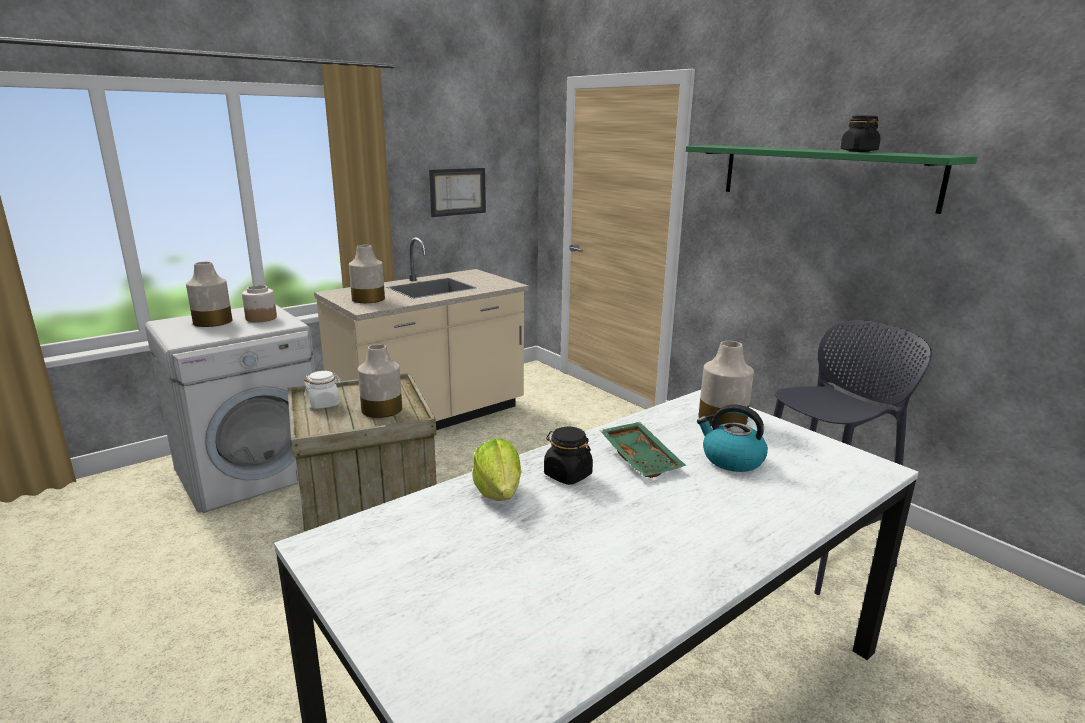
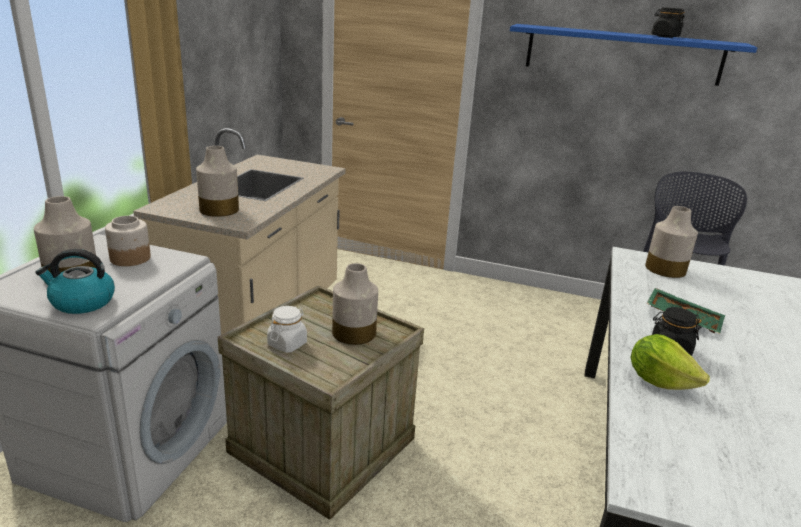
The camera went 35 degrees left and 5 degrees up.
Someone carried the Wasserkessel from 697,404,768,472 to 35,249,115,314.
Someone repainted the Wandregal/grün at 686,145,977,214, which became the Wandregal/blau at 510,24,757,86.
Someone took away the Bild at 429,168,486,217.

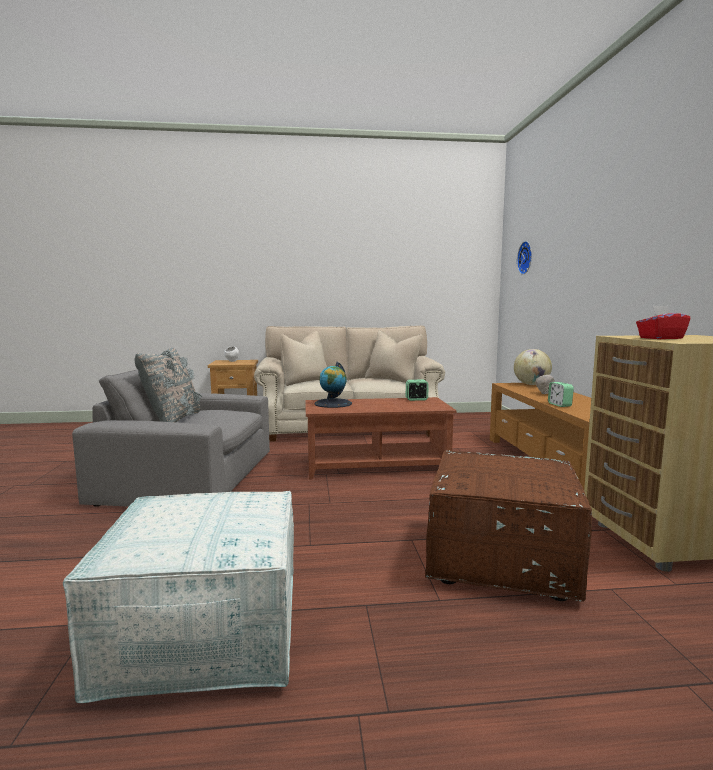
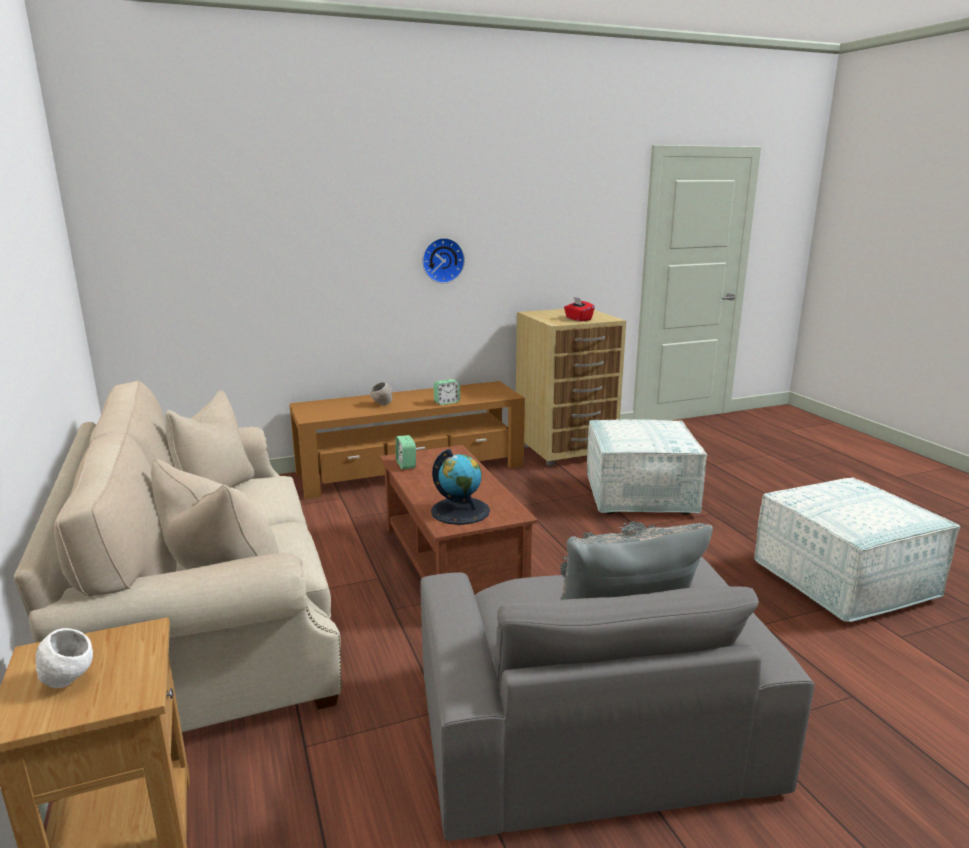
The camera went 105 degrees left and 10 degrees up.
Someone carried the Wanduhr from 517,241,532,275 to 422,238,465,283.
Someone repainted the Polsterhocker/braun at 425,450,592,602, which became the Polsterhocker/weiß at 587,419,707,514.
Someone took away the Globus at 514,349,552,385.

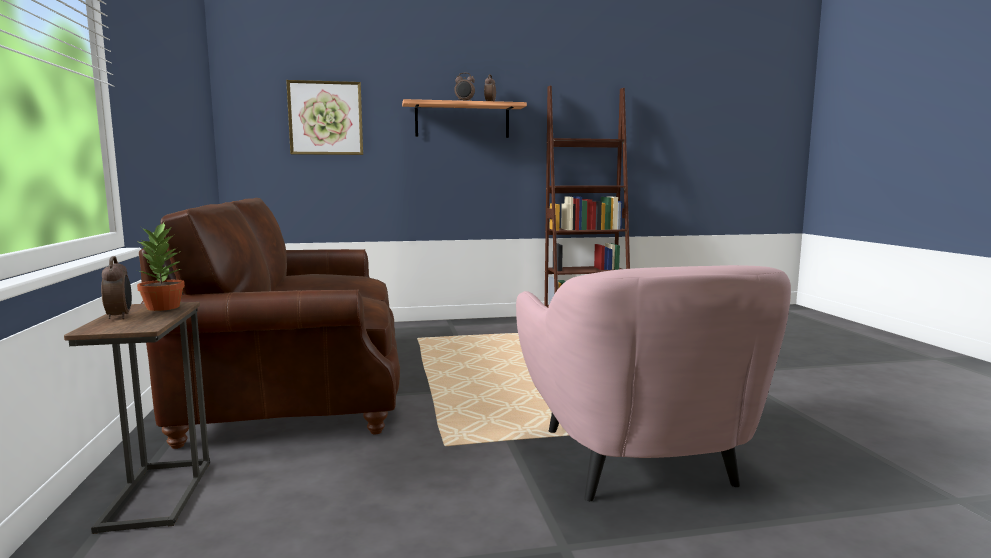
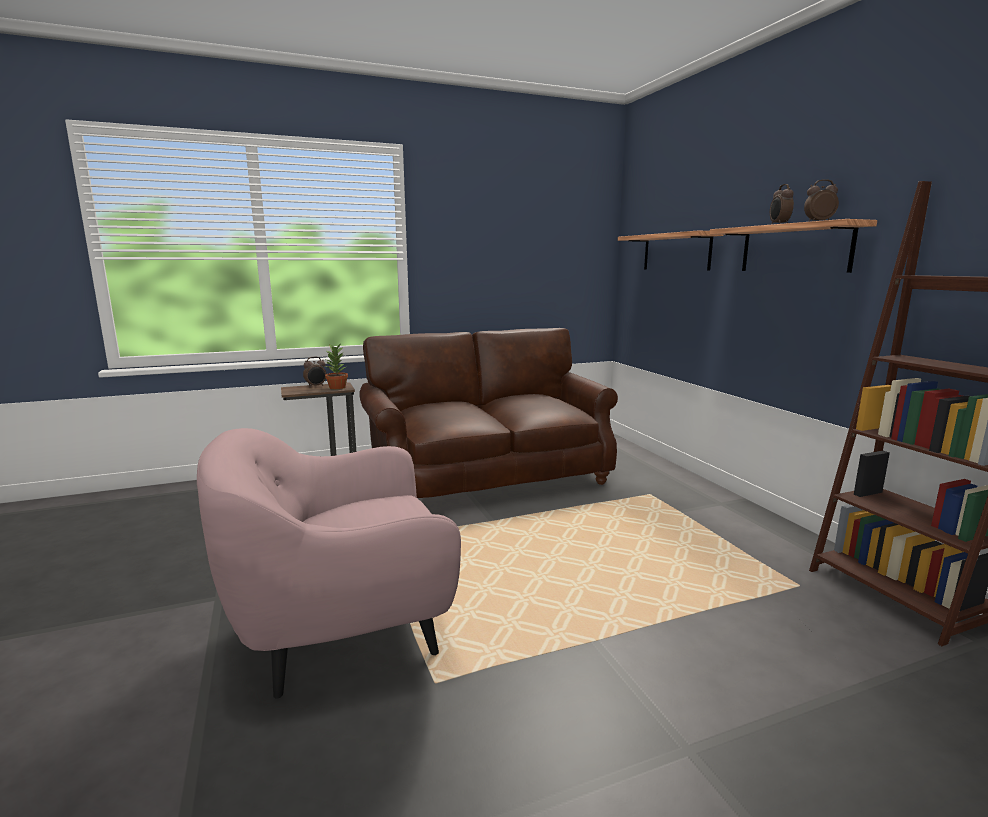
The camera went 80 degrees right and 5 degrees up.
Someone swapped the Bild at 286,80,363,155 for the Wandregal at 618,231,723,271.

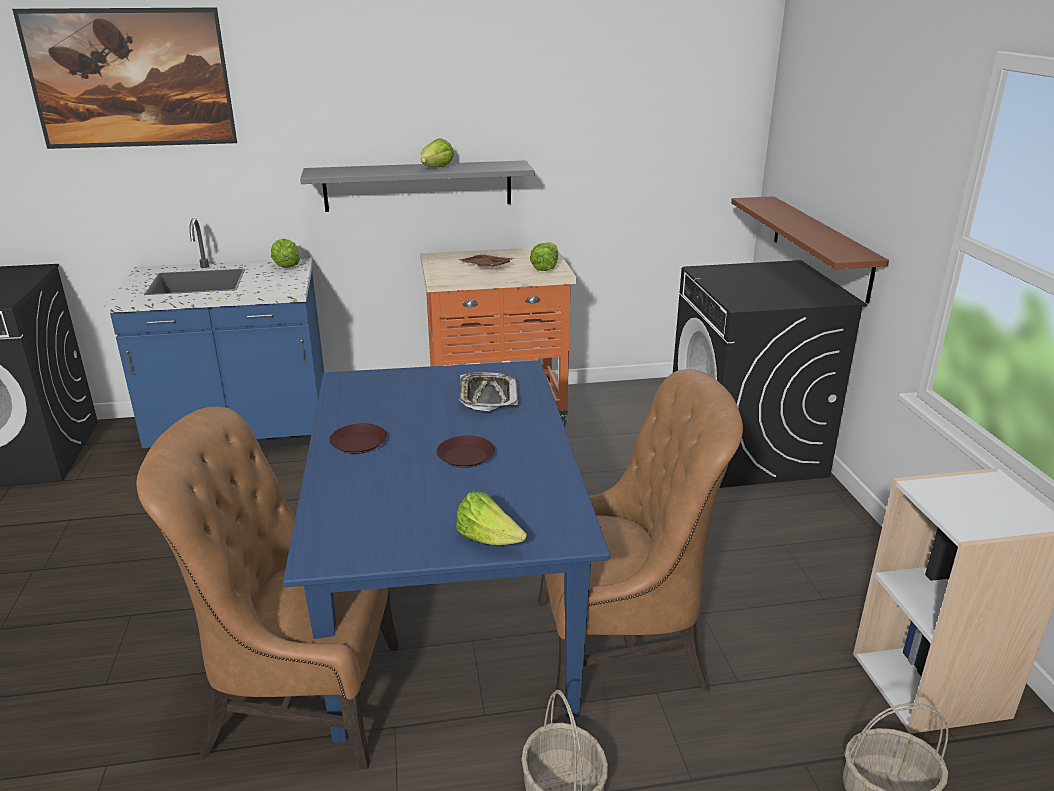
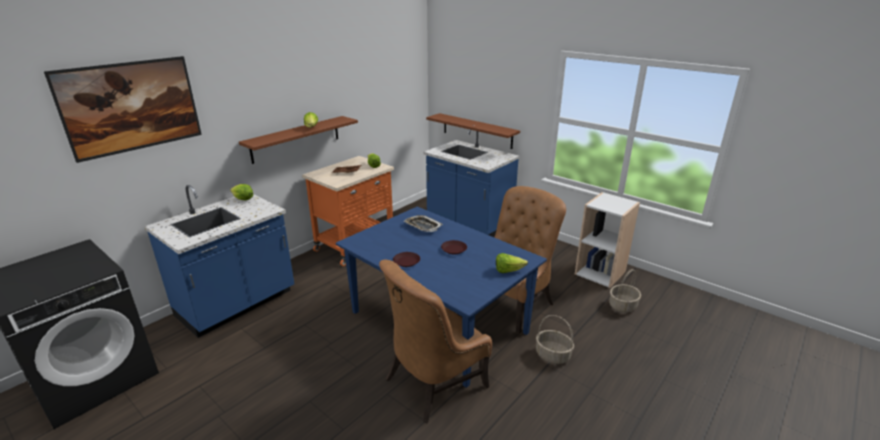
The camera went 40 degrees left and 0 degrees up.
Someone repainted the Wandregal/grau at 300,160,534,212, which became the Wandregal/braun at 239,116,358,164.
Someone swapped the Waschmaschine/schwarz at 673,260,867,488 for the Küchenzeile/blau at 423,125,519,237.

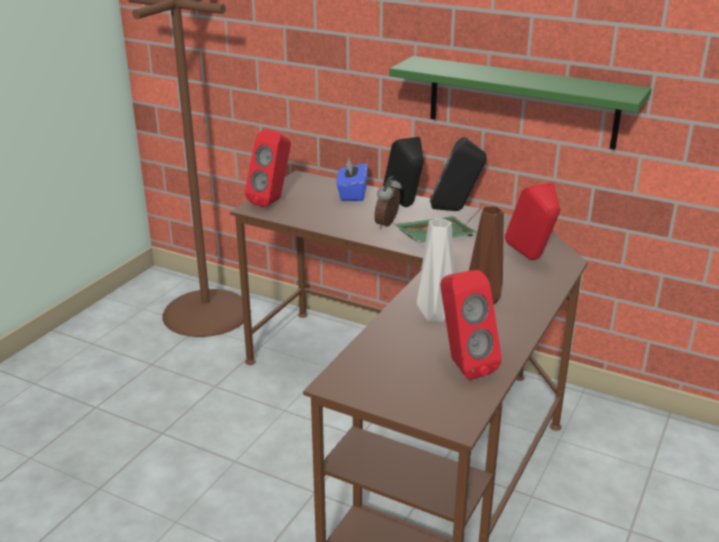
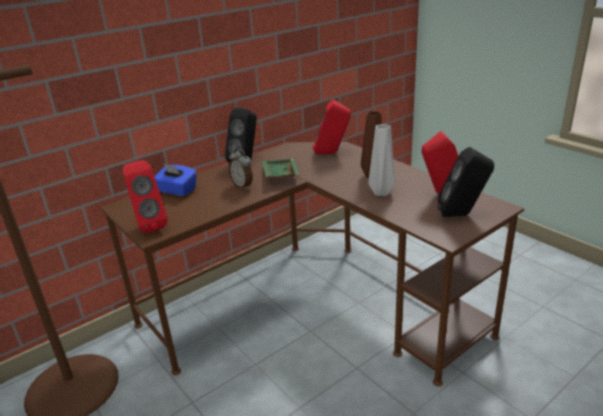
The camera went 65 degrees left and 0 degrees up.
Someone carried the Lautsprecher/schwarz from 383,137,424,207 to 437,147,494,217.
Someone took away the Wandregal/grün at 389,56,652,149.

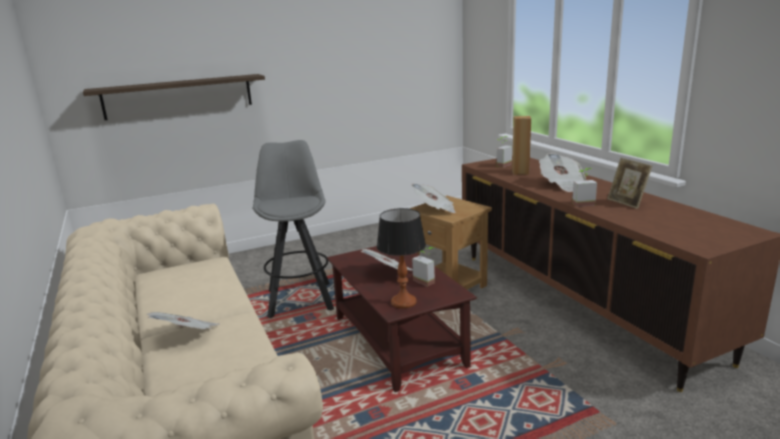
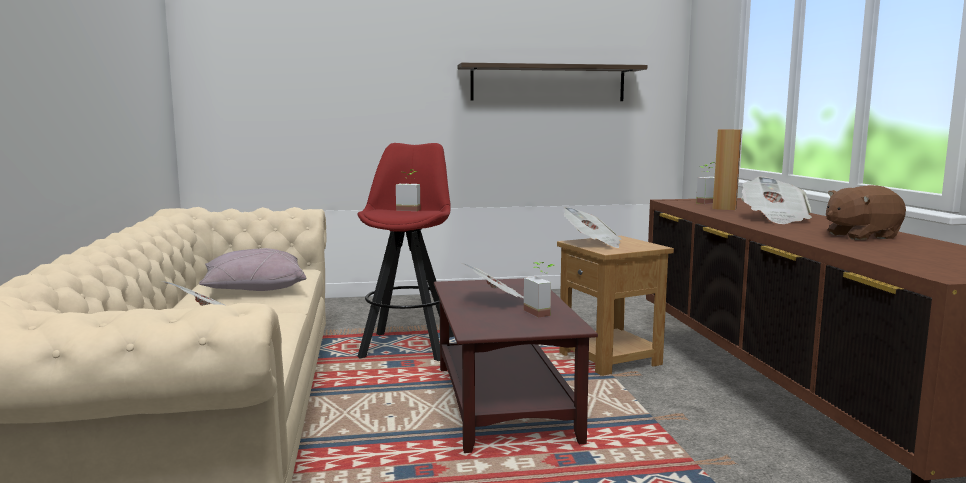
The camera went 15 degrees right and 10 degrees down.
Someone put down the Kissen/lila at 199,248,306,291.
Someone repainted the Hocker/grau at 253,140,334,318, which became the Hocker/rot at 357,143,454,361.
Someone carried the Topfpflanze from 572,168,597,207 to 396,169,420,211.
Someone carried the Wandregal from 83,74,265,120 to 458,63,647,101.
Someone swapped the Bilderrahmen at 607,158,652,209 for the Plüschtier/braun at 826,185,906,240.
Someone took away the Tischlampe at 377,208,426,309.

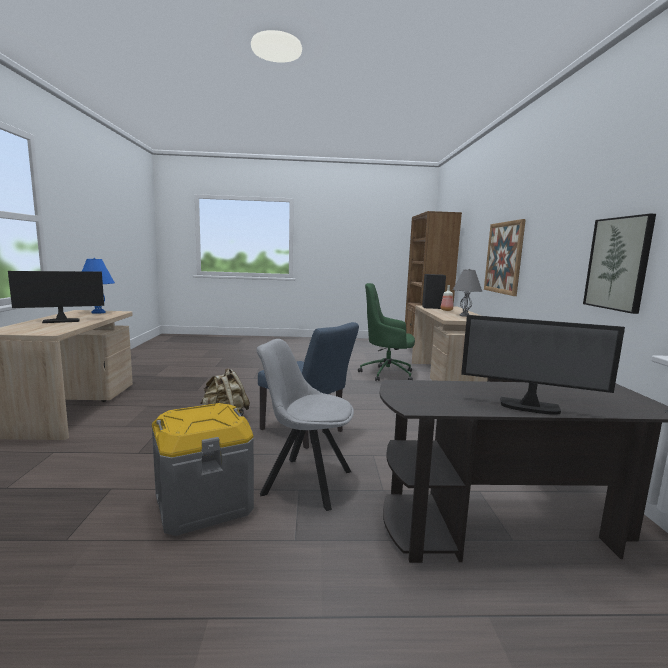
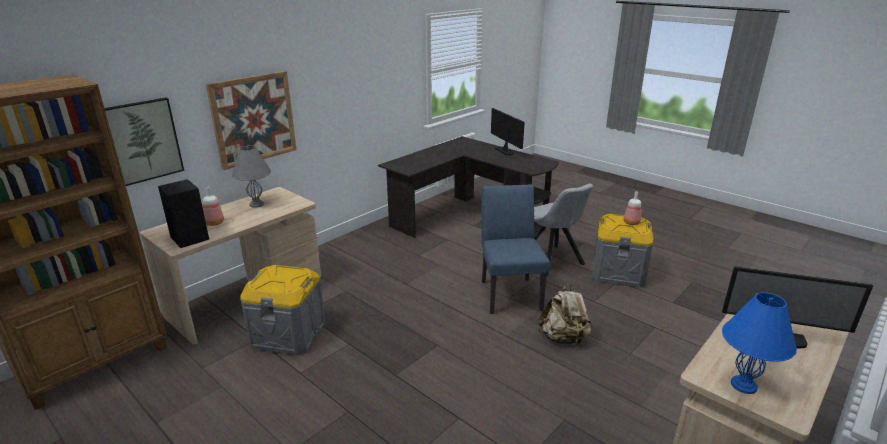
The camera went 135 degrees left and 15 degrees up.
Someone carried the Bild from 583,214,656,314 to 104,98,184,186.
Someone swapped the Bürostuhl/grün at 358,283,415,381 for the Aufbewahrungsbox/grau at 240,265,325,355.
Someone put down the Flasche at 623,191,641,225.

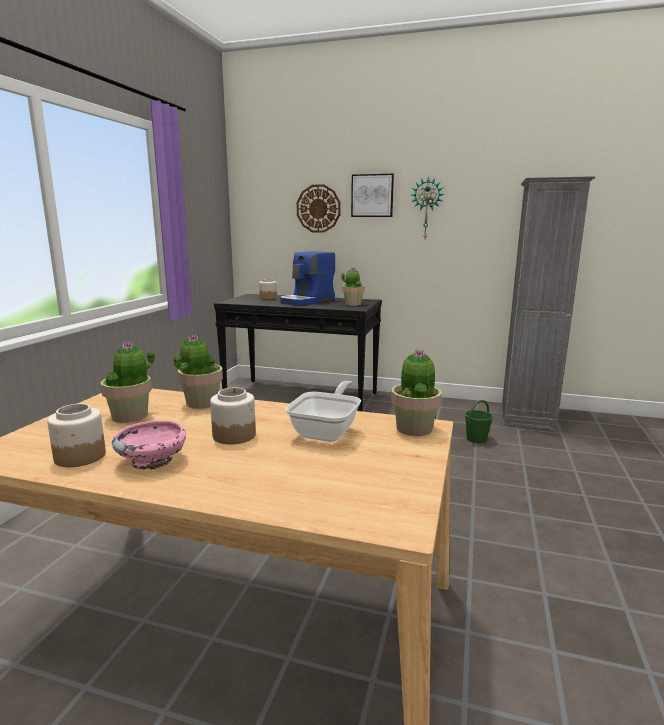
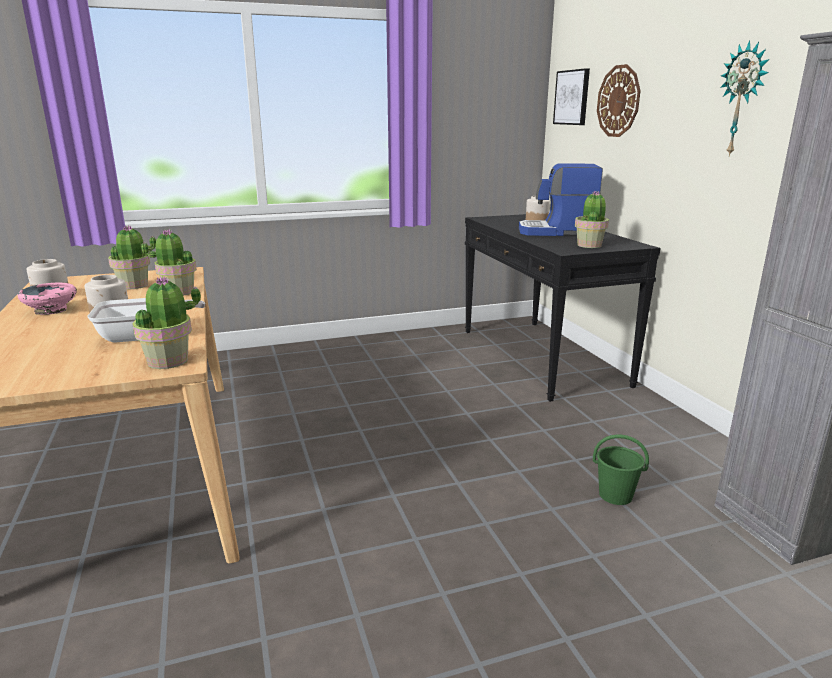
The camera went 55 degrees right and 5 degrees up.
Someone carried the Bild from 351,174,394,217 to 553,68,590,125.

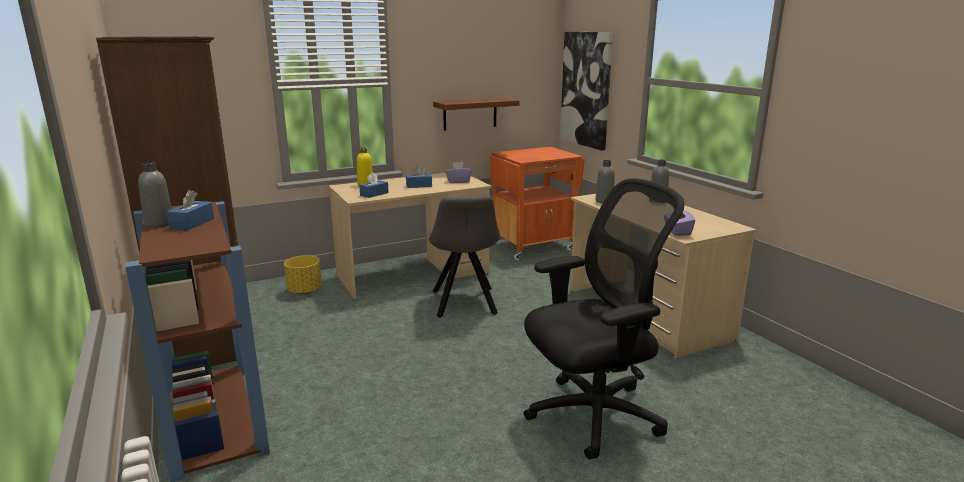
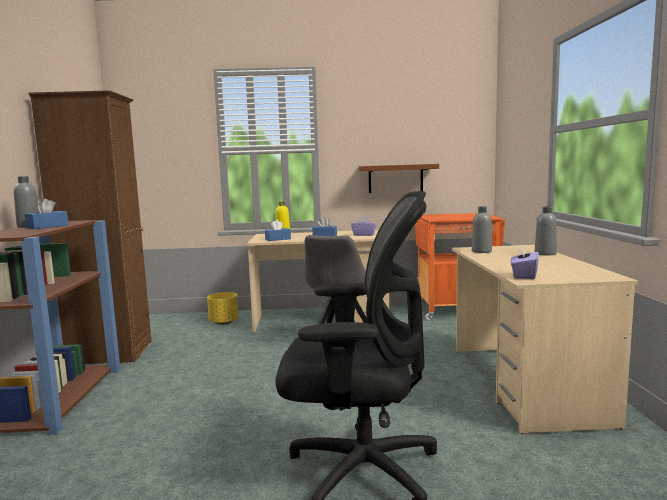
The camera went 25 degrees right and 10 degrees down.
Someone took away the Bild at 560,32,613,150.

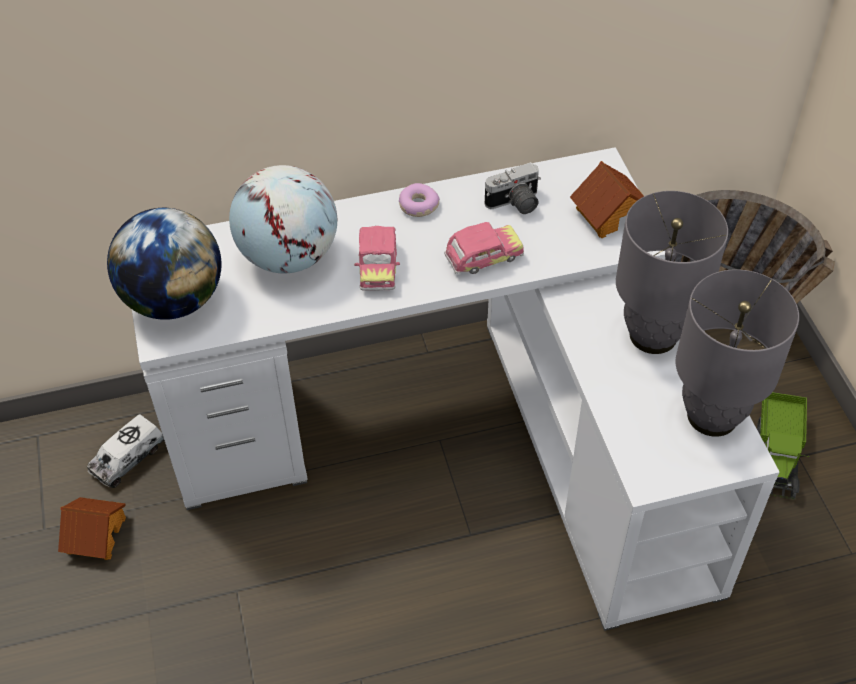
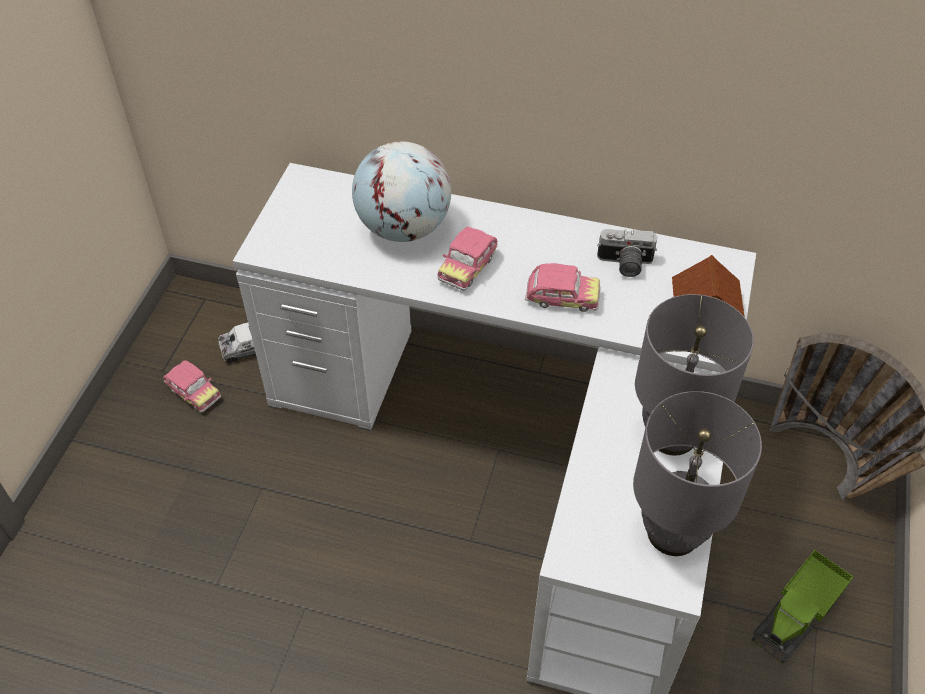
The camera went 30 degrees right and 0 degrees up.
Someone swapped the Spielzeughaus at 58,497,126,560 for the Spielzeugauto at 163,360,221,412.
Someone took away the Globus at 107,208,221,320.
Someone took away the Donut at 399,183,440,217.

